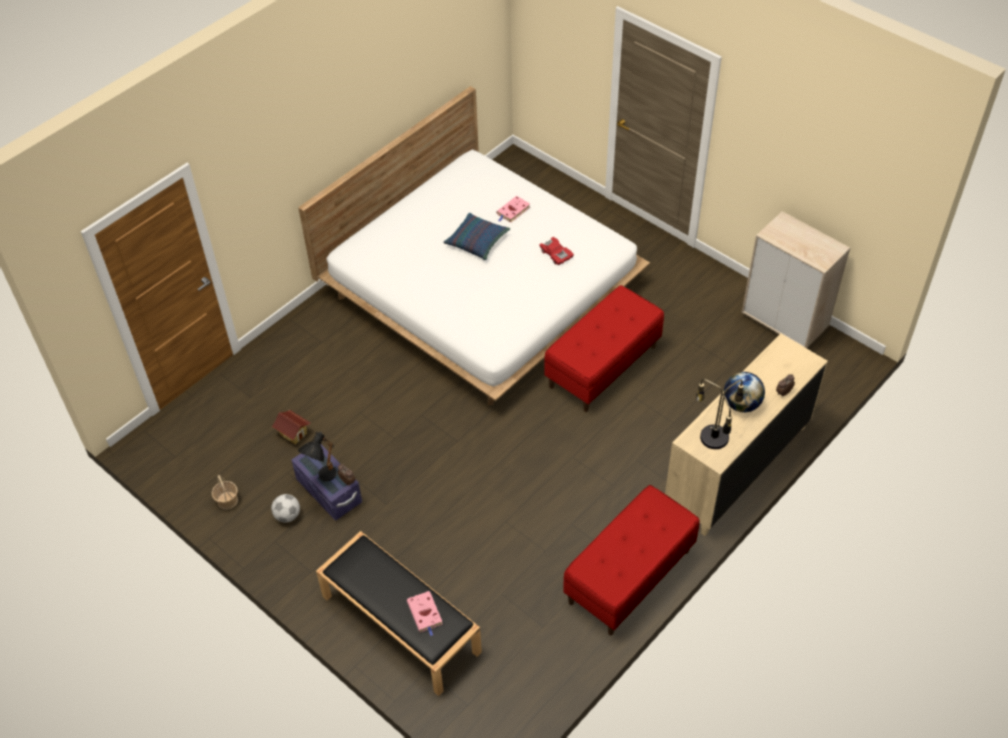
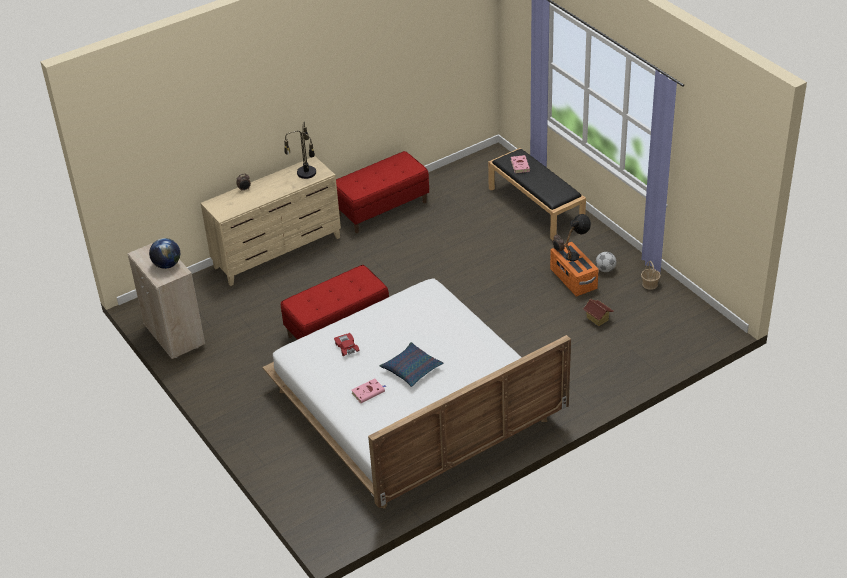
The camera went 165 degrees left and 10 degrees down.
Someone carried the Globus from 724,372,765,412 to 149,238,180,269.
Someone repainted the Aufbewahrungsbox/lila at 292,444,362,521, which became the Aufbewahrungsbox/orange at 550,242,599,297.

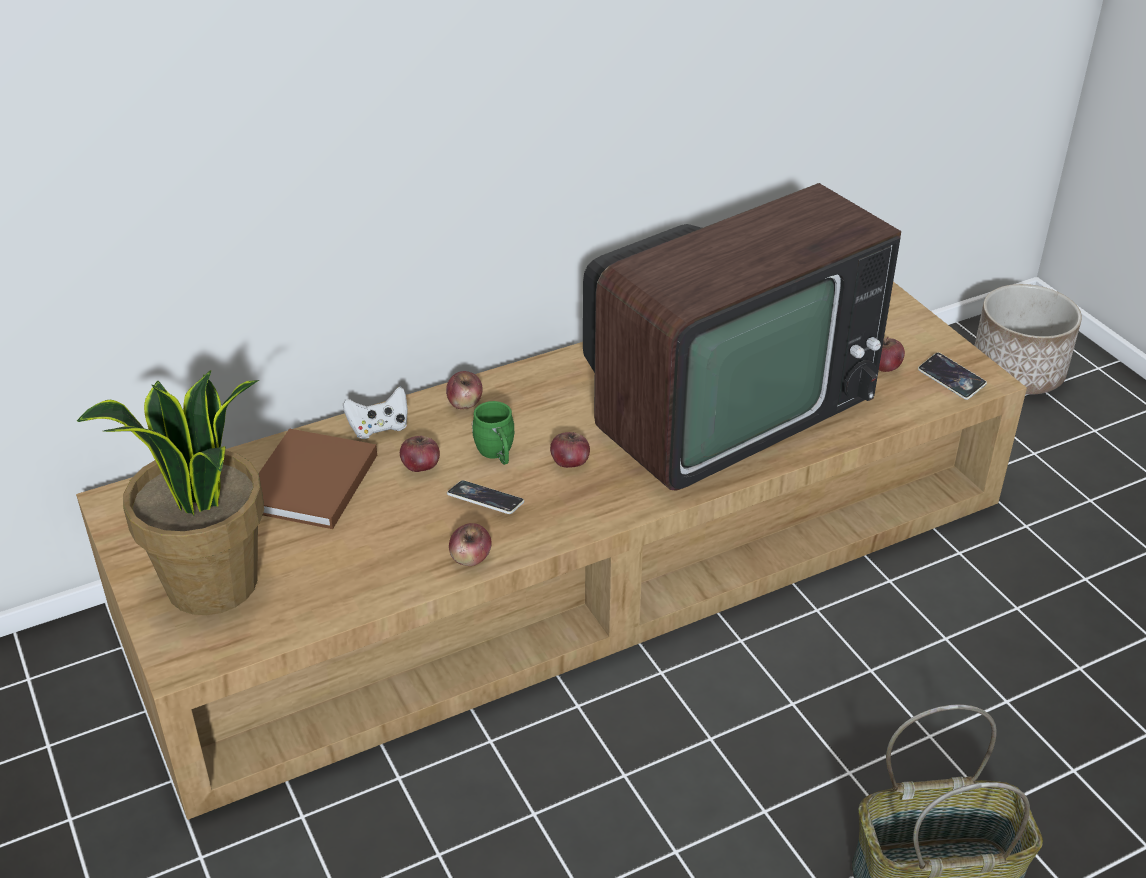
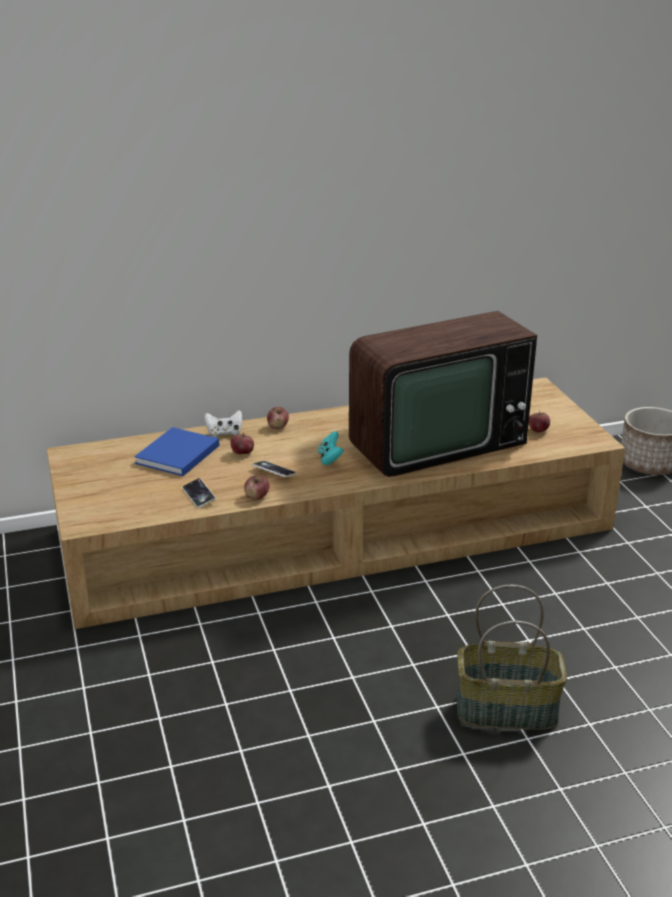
The camera went 10 degrees right and 10 degrees down.
Someone repainted the Buch/braun at 259,428,377,529, which became the Buch/blau at 134,427,220,476.
Someone carried the Handy from 918,352,987,400 to 182,478,216,508.
Someone swapped the Apfel at 550,432,590,468 for the Gamepad/türkis at 318,431,344,465.
Someone took away the Topfpflanze at 77,370,264,615.
Someone took away the Henkelbecher/grün at 472,401,514,465.

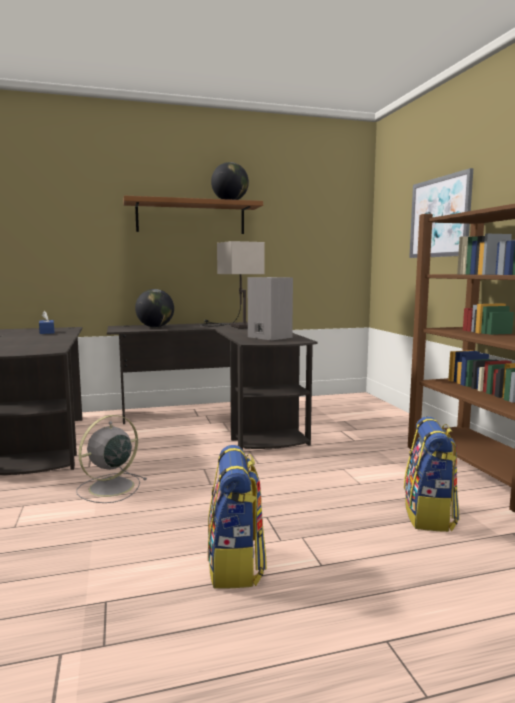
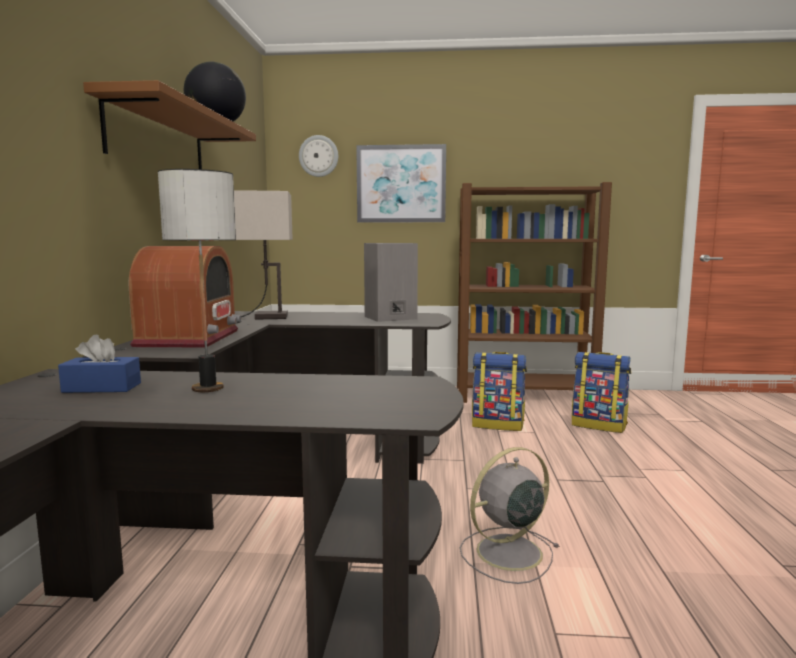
The camera went 70 degrees left and 0 degrees up.
Someone swapped the Globus at 135,289,174,327 for the Radio at 129,246,241,347.
Someone put down the Tischlampe at 158,169,236,392.
Someone put up the Wanduhr at 299,135,338,177.
Someone rotated the Ventilator/grau at 76,415,147,503 by 90 degrees clockwise.
Someone carried the Rucksack from 208,445,267,589 to 472,352,527,431.

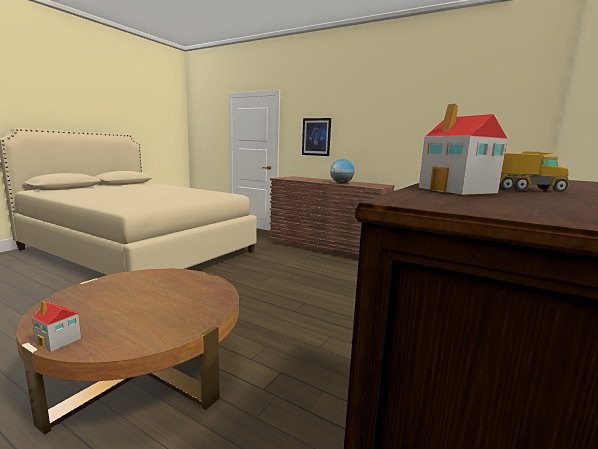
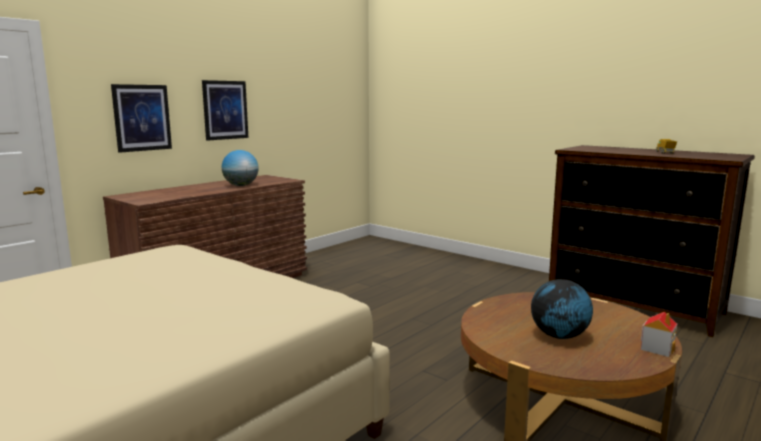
The camera went 80 degrees left and 0 degrees up.
Someone put up the Bild at 202,80,248,141.
Someone put down the Globus at 531,279,593,339.
Someone took away the Spielzeughaus at 419,103,507,195.

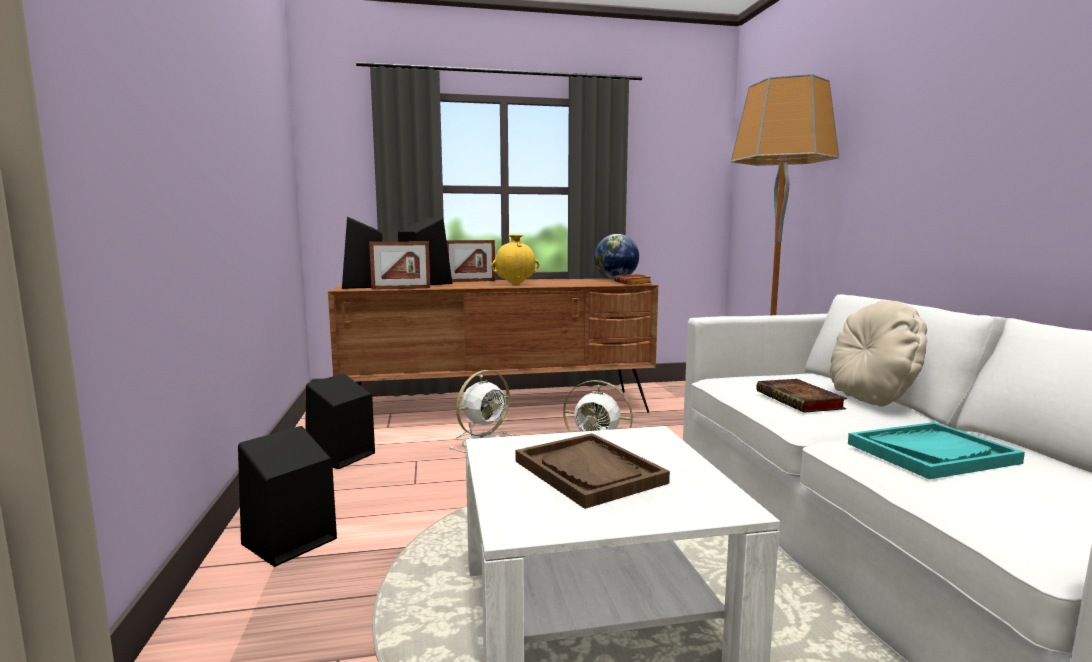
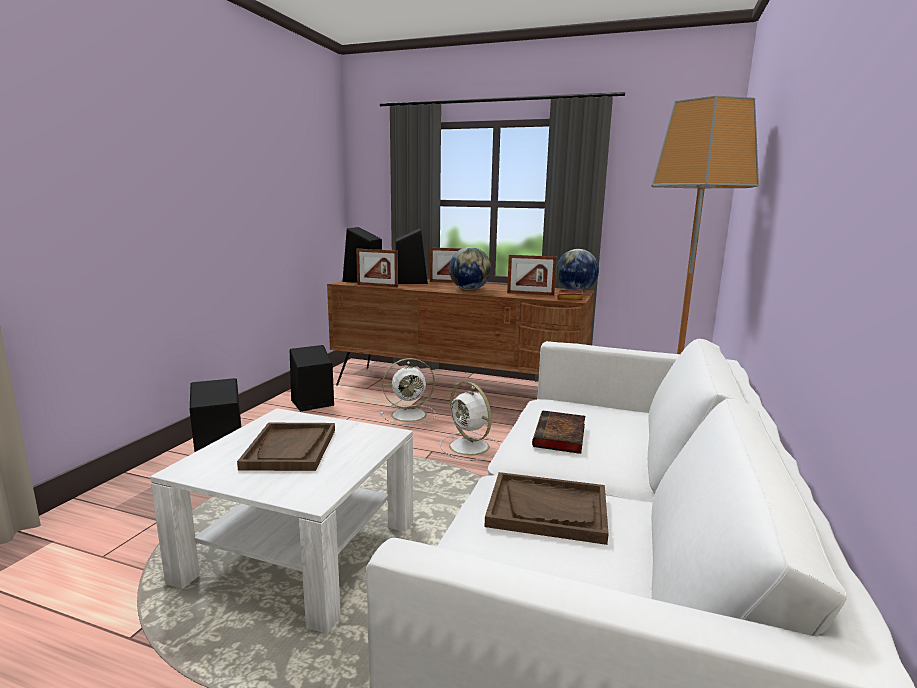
The camera went 30 degrees right and 5 degrees up.
Someone swapped the Vase/gelb at 491,234,539,285 for the Globus at 449,247,491,290.
Someone repainted the Tablett/türkis at 848,422,1025,480, which became the Tablett/braun at 485,472,608,545.
Someone put down the Bilderrahmen at 507,255,557,296.
Someone took away the Kissen/beige at 830,300,927,407.

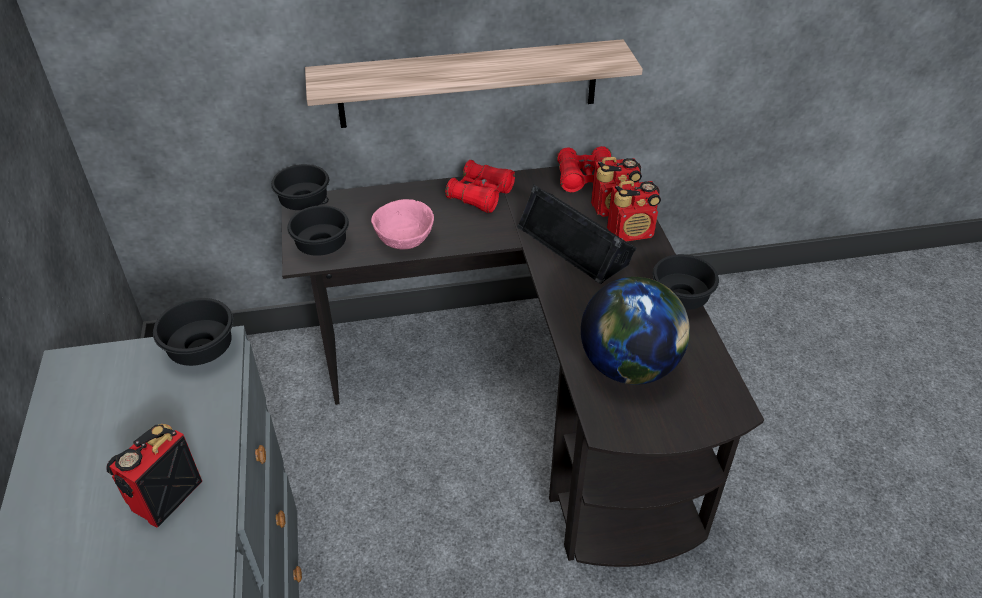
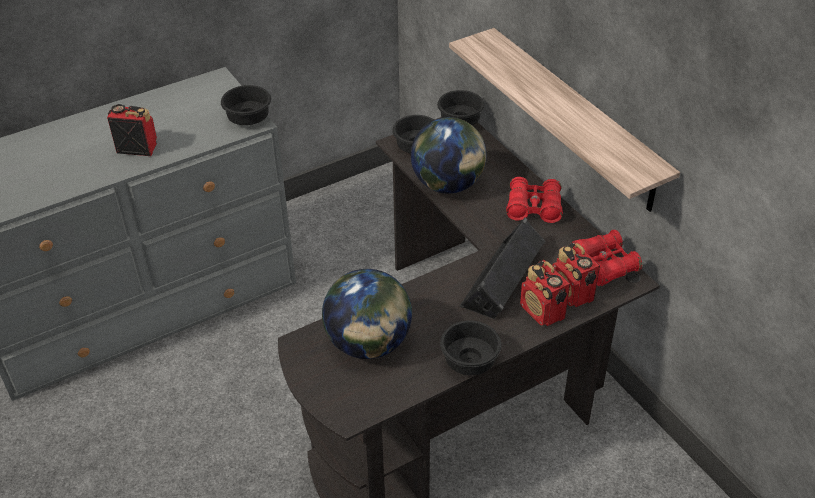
The camera went 70 degrees right and 0 degrees up.
Someone swapped the Schüssel/rosa at 371,199,434,249 for the Globus at 411,117,487,194.

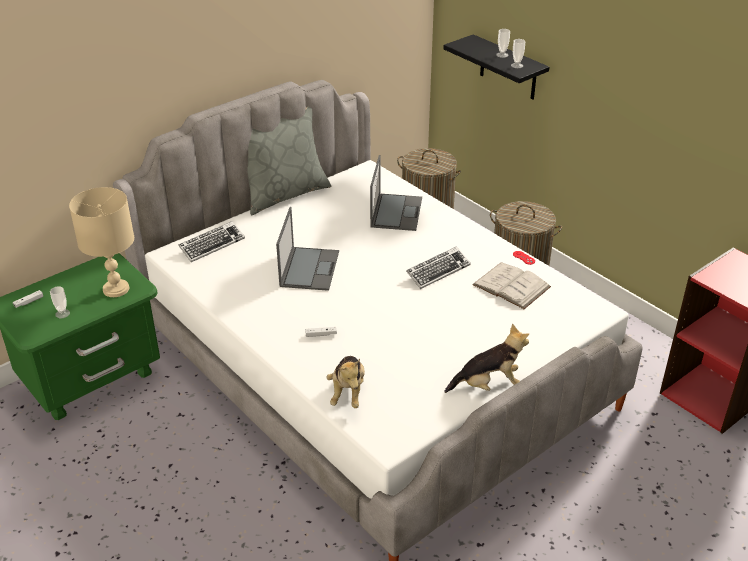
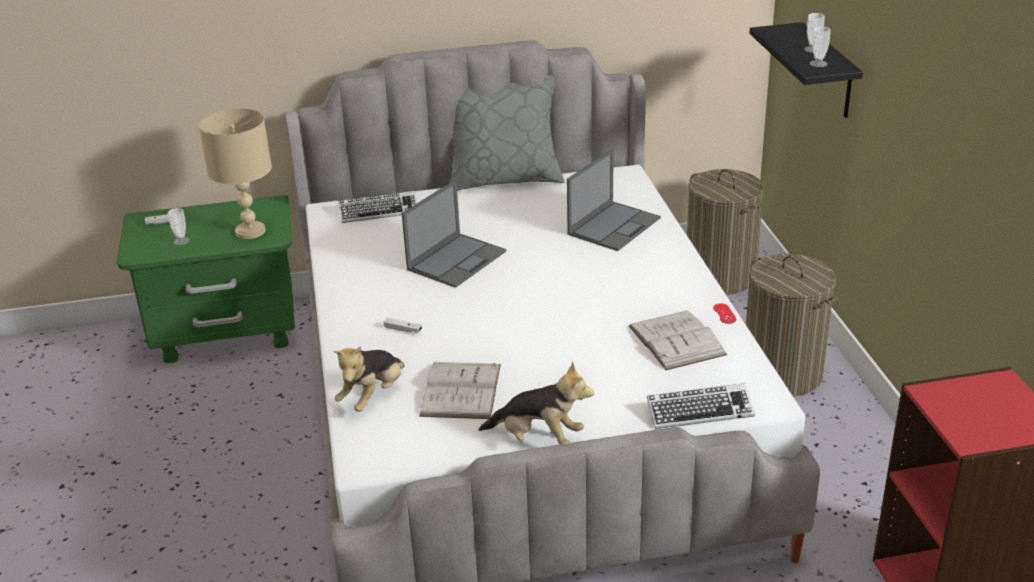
The camera went 30 degrees right and 5 degrees down.
Someone put down the Buch/weiß at 419,362,501,419.
Someone carried the Tastatur from 406,246,471,289 to 647,383,755,429.

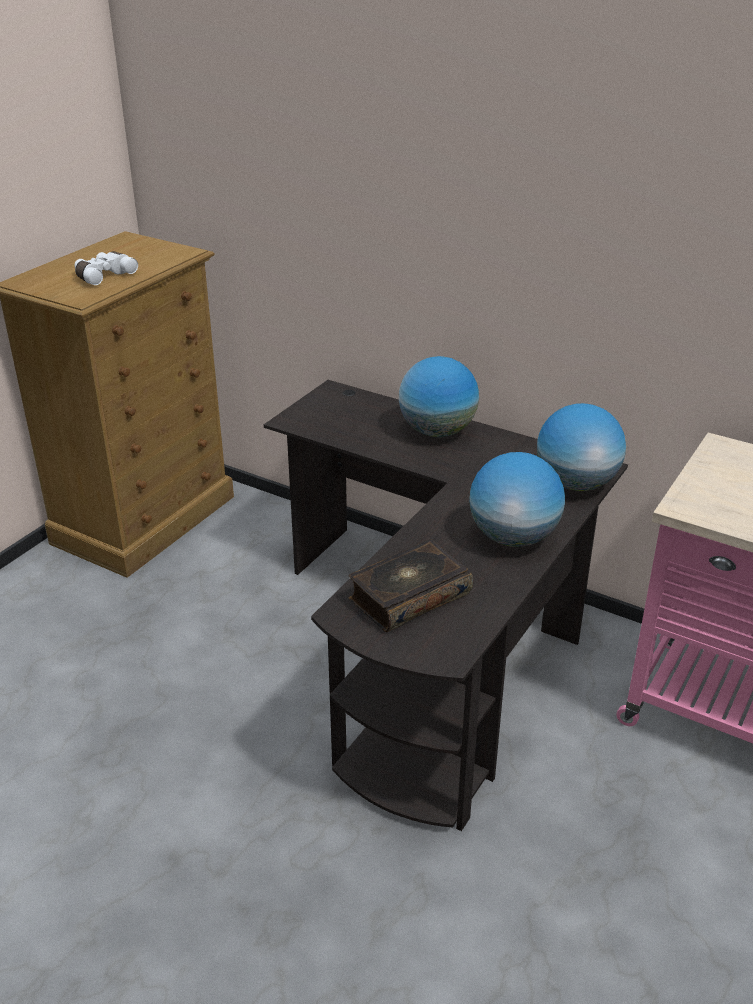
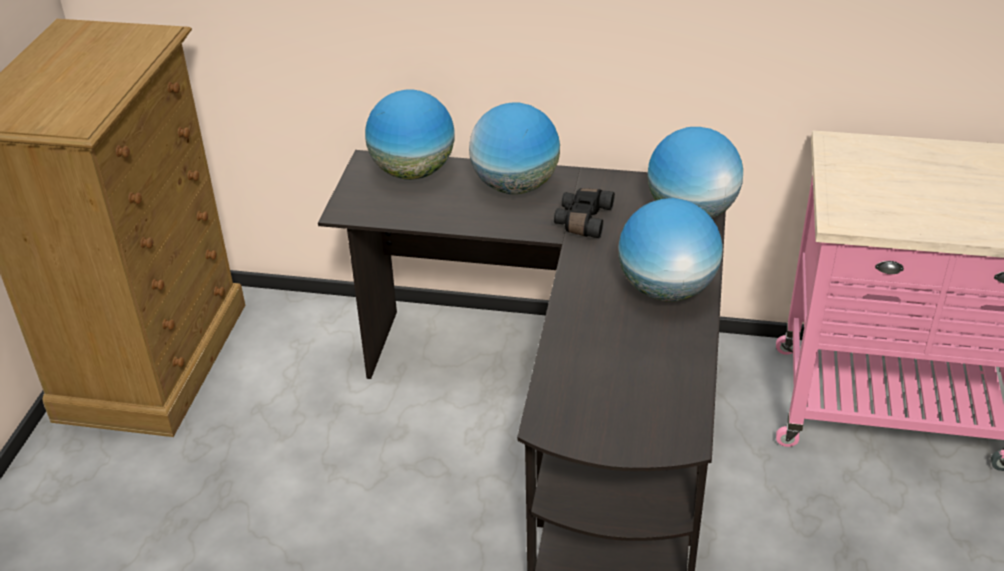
The camera went 20 degrees left and 5 degrees up.
Someone put down the Globus at 365,89,455,180.
Someone put down the Fernglas/schwarz at 554,188,615,238.
Someone took away the Fernglas/weiß at 75,252,138,285.
Someone took away the Buch at 349,539,473,632.

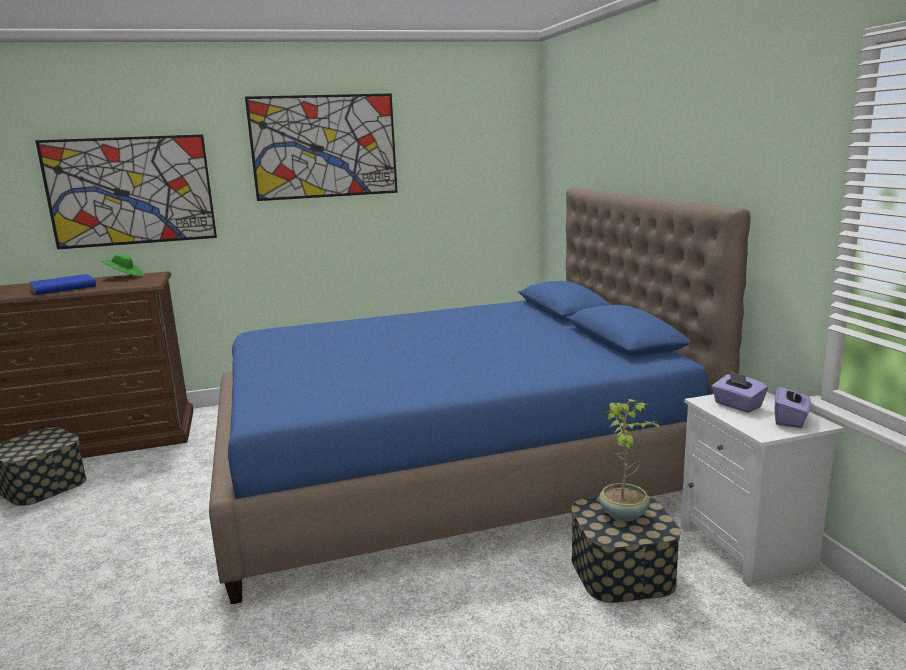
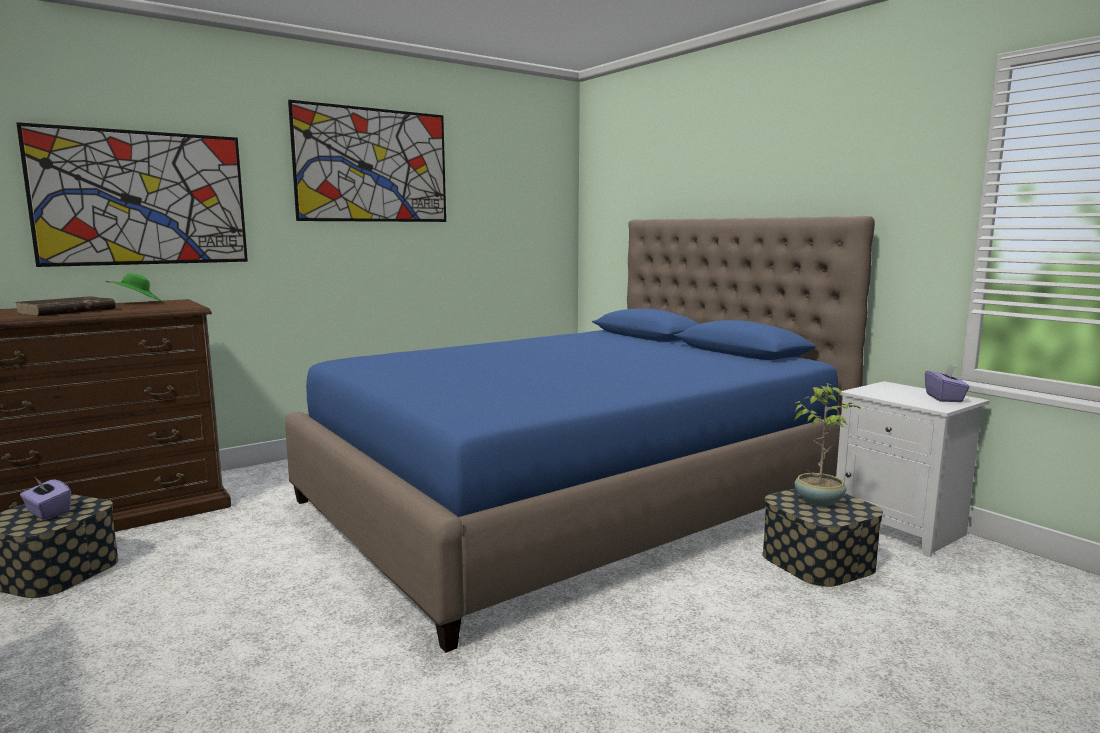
The camera went 20 degrees left and 5 degrees down.
Someone repainted the Buch/blau at 29,274,96,295, which became the Buch/braun at 14,296,116,316.
Someone carried the Taschentuchbox/lila from 712,371,768,413 to 20,478,71,520.

